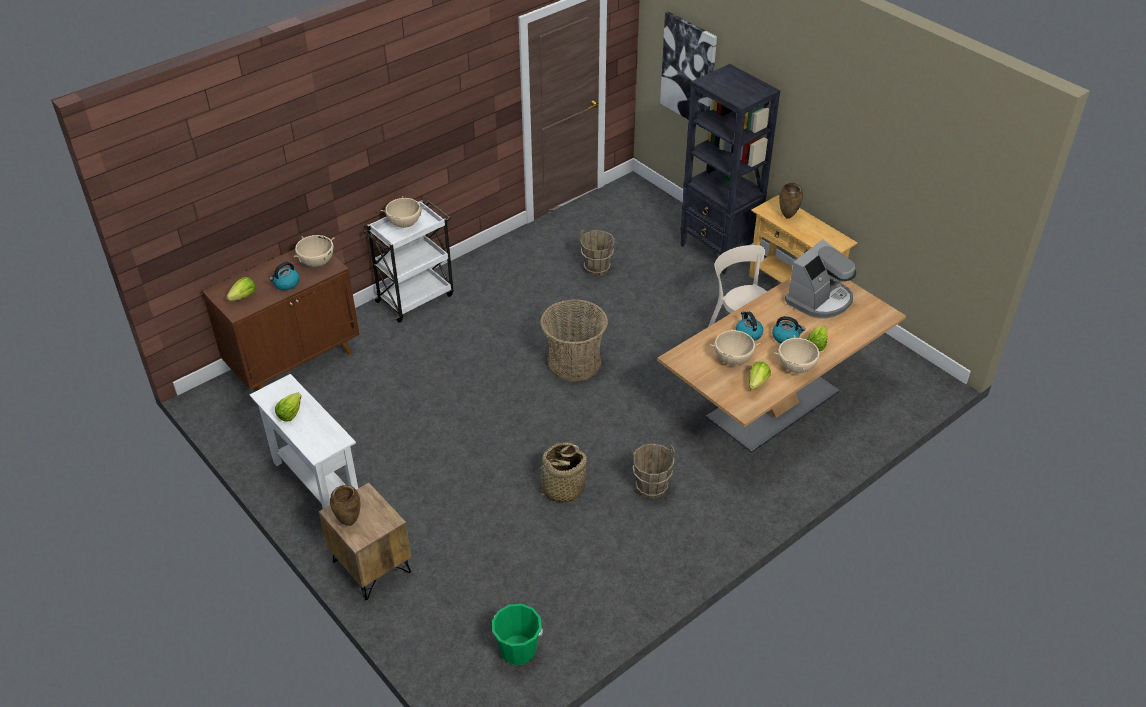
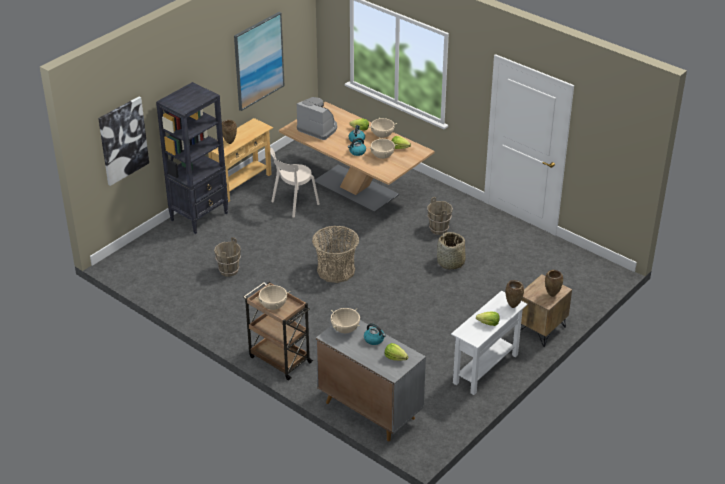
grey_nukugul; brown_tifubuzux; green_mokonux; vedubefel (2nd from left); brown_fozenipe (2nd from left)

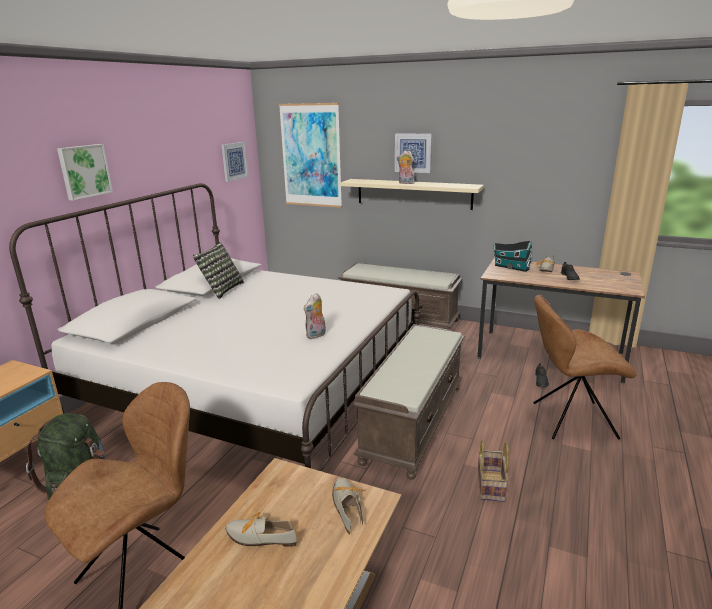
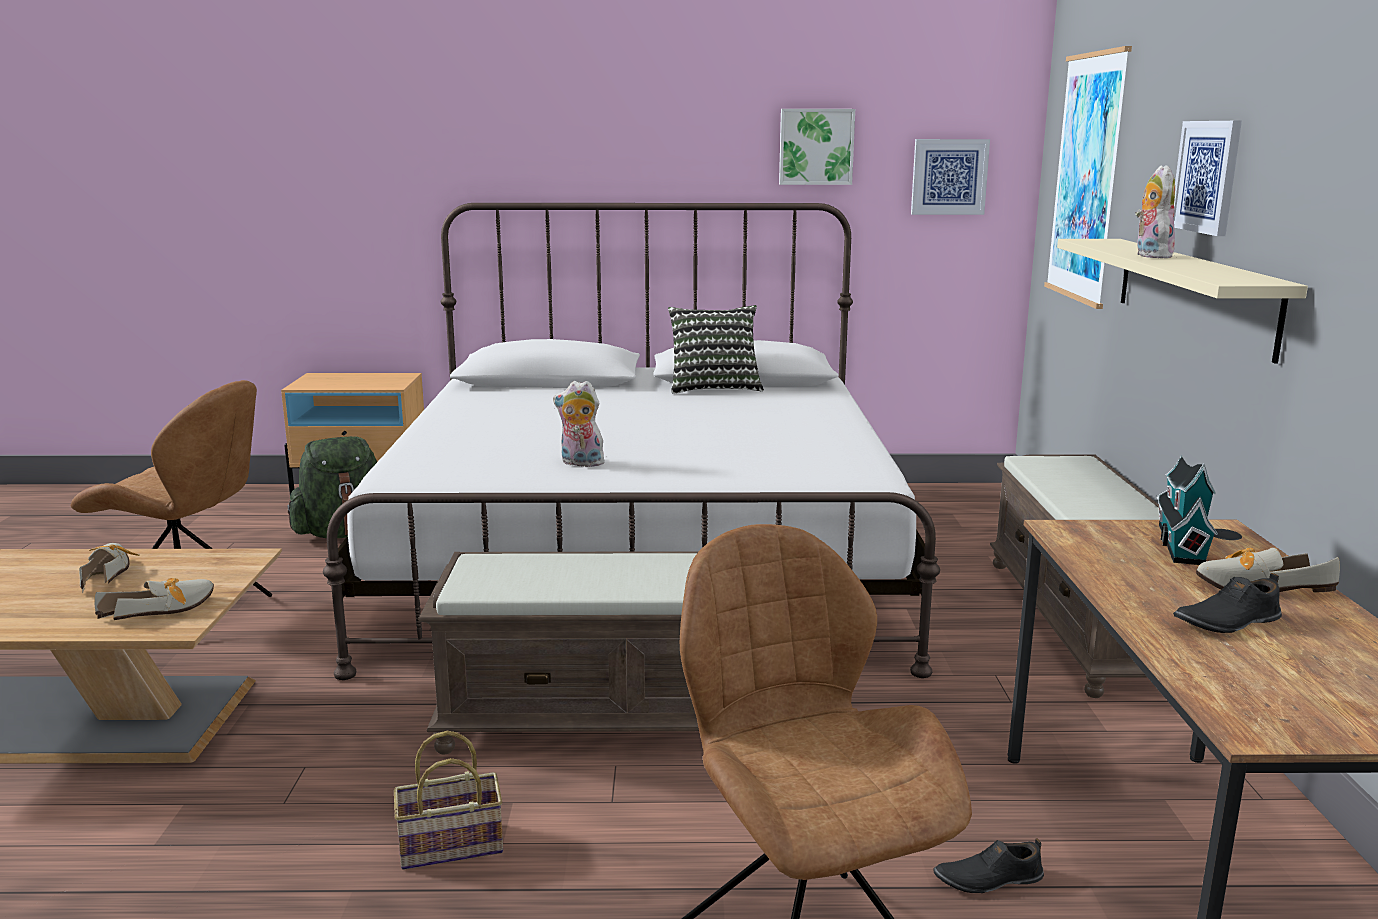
vedubefel (1st from left)

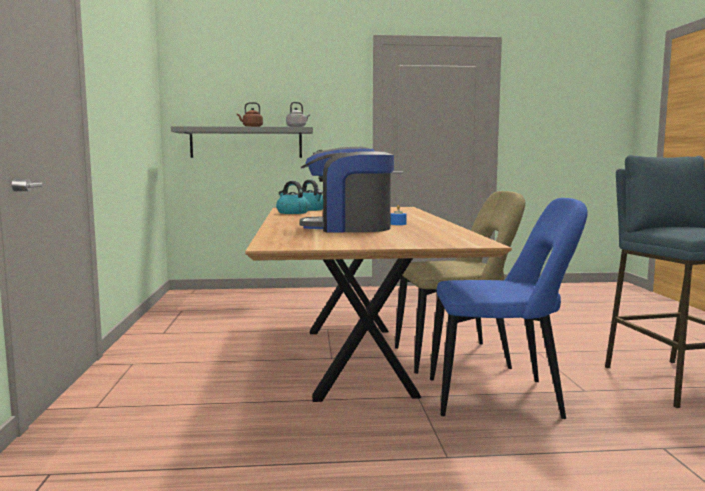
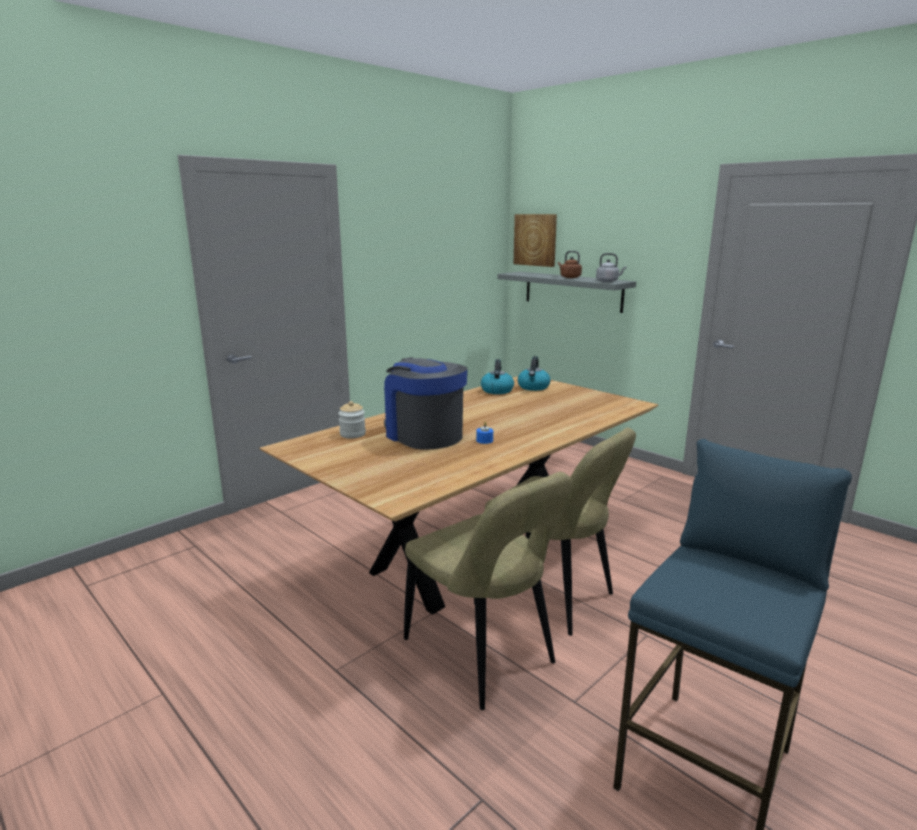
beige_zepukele (1st from left); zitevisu; vedubefel

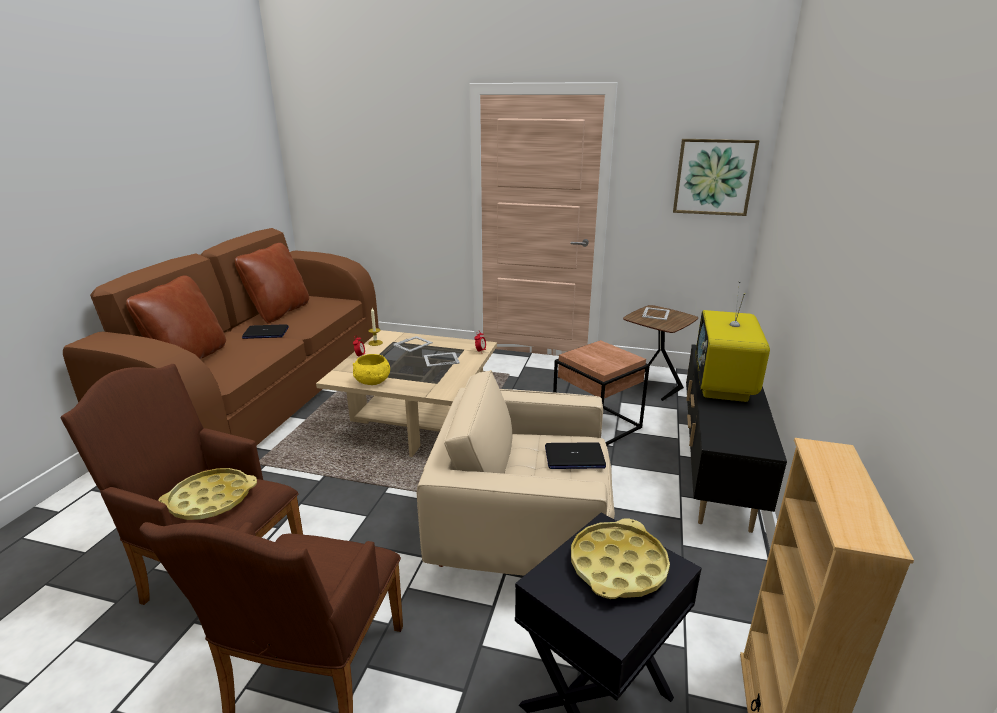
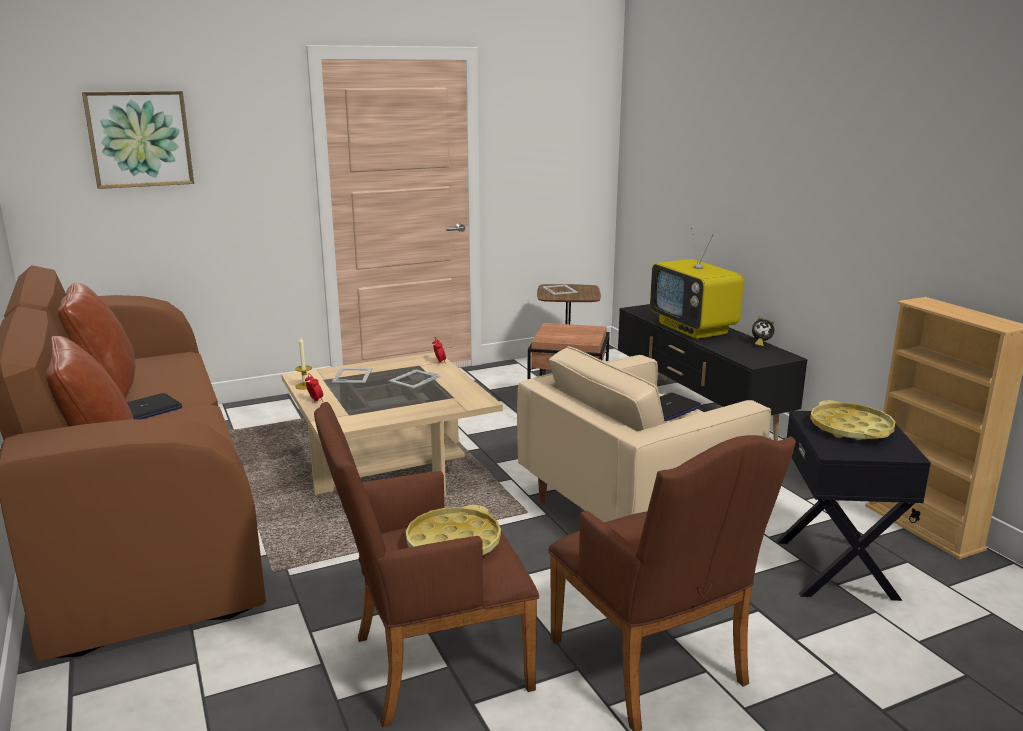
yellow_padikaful; vedubefel; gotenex (3rd from left)

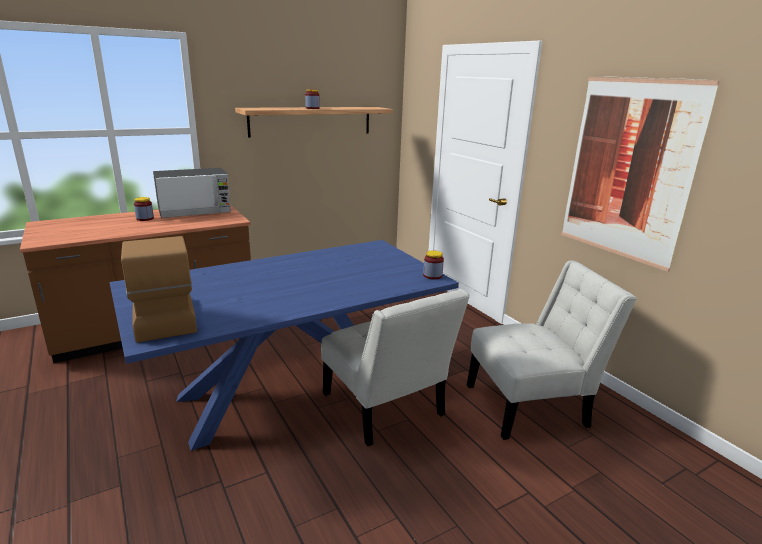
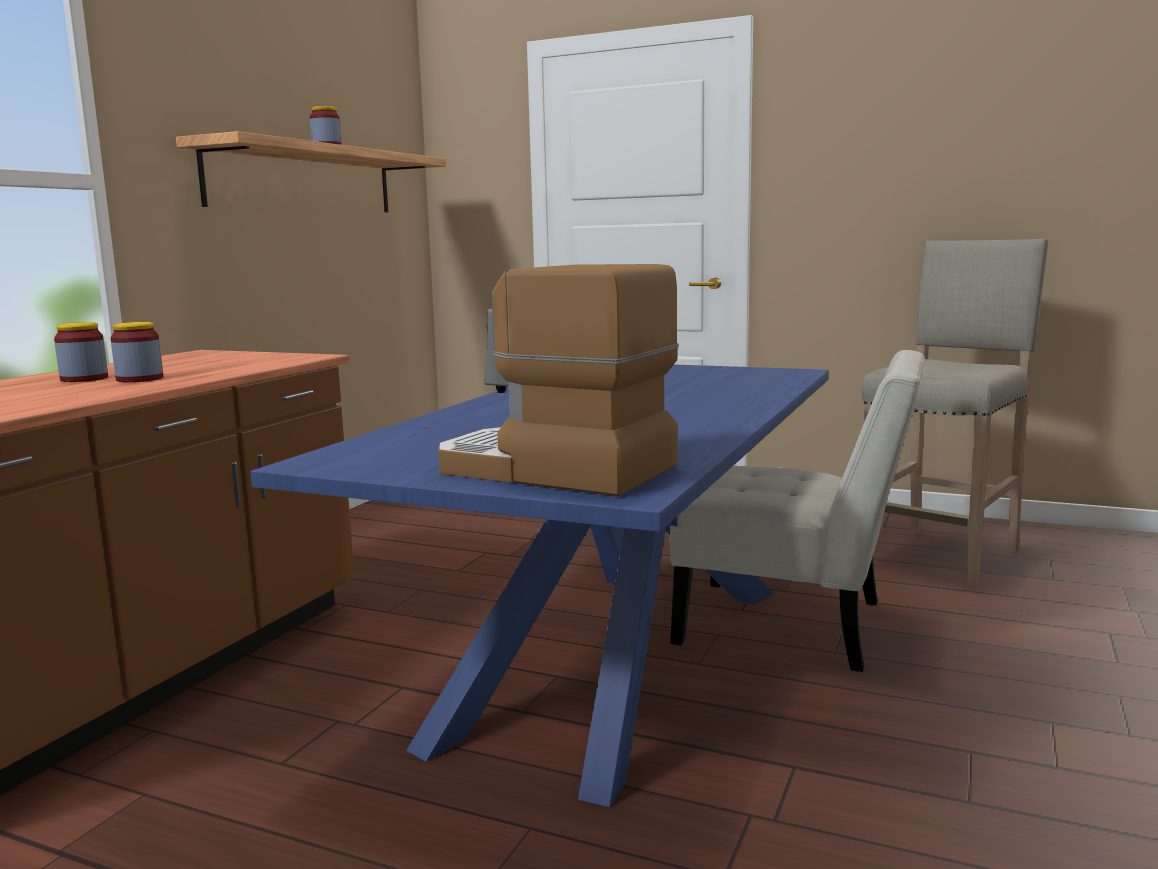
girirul; zitevisu (2nd from left); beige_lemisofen; vedubefel

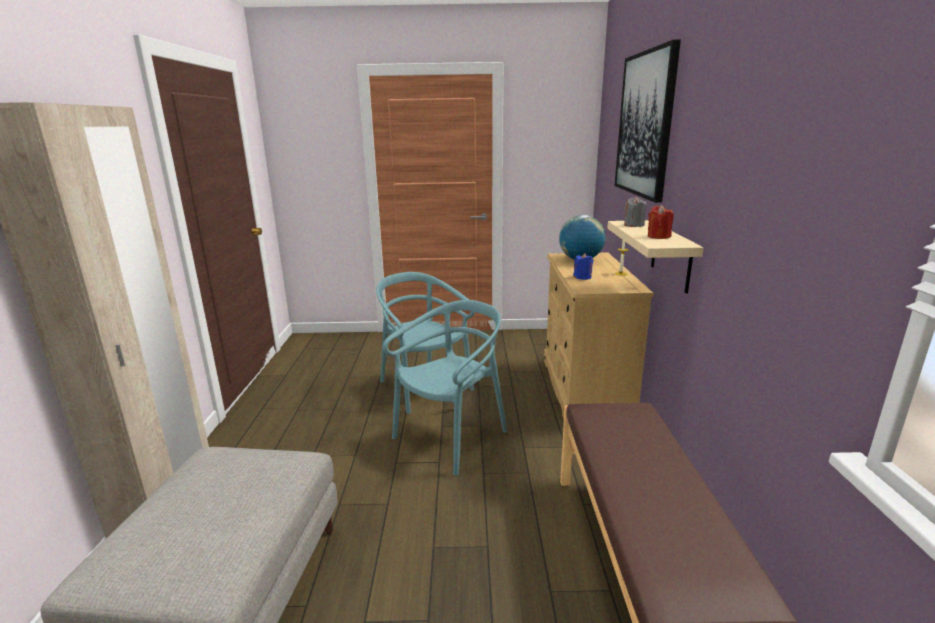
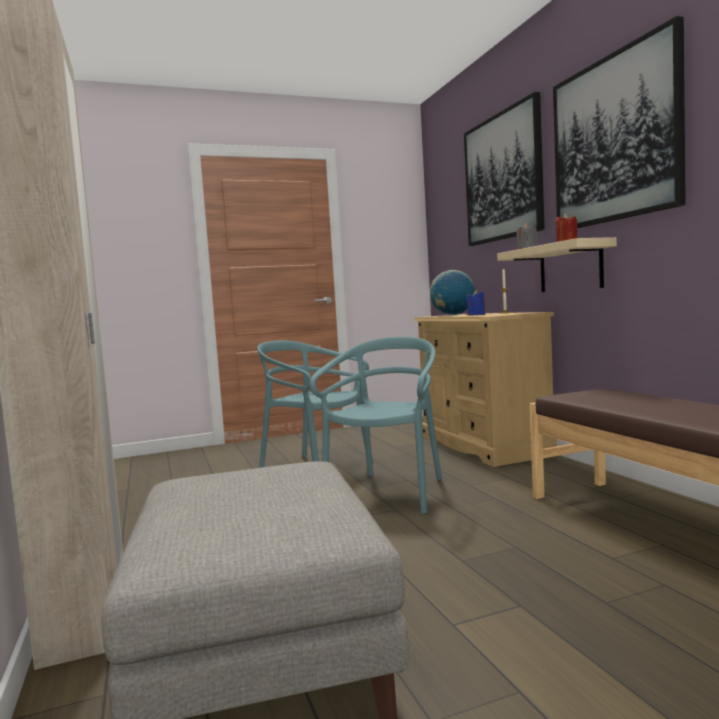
vedubefel (2nd from left)

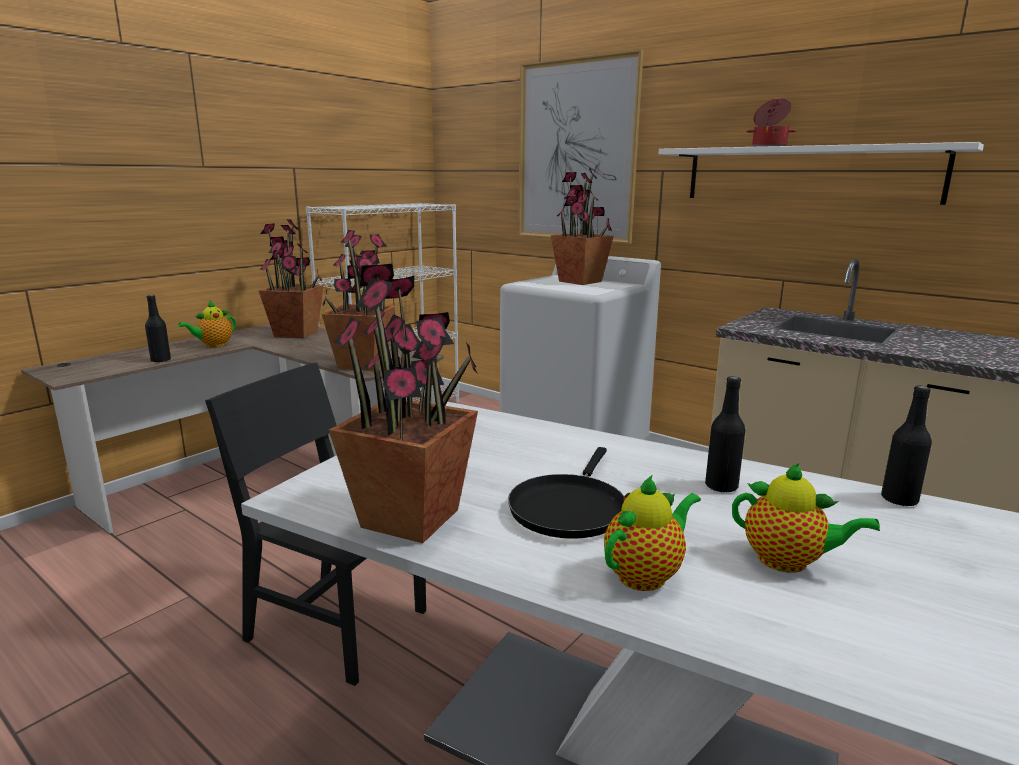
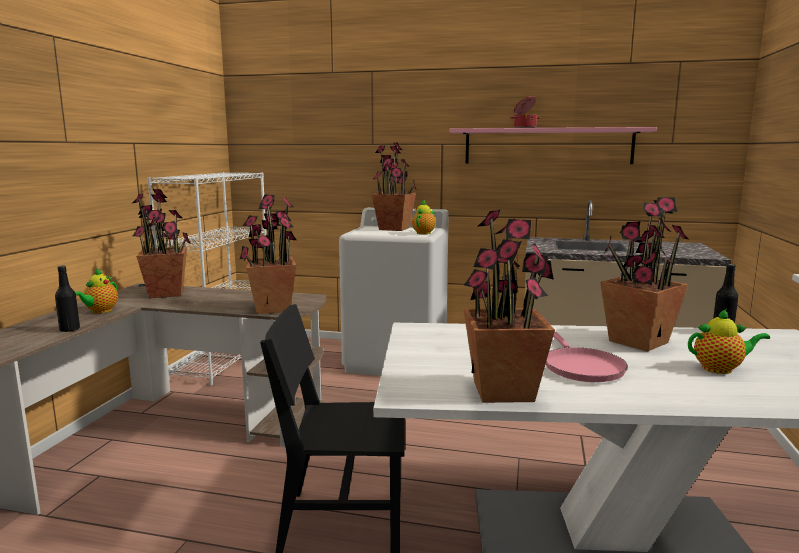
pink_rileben; vedubefel; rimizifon (2nd from left); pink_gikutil; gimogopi (5th from left)

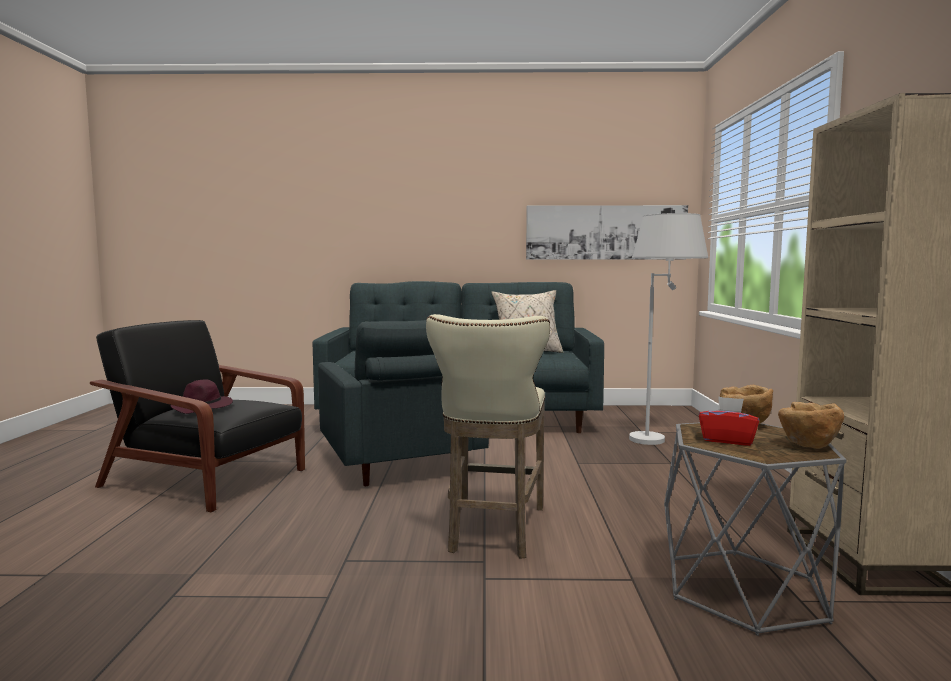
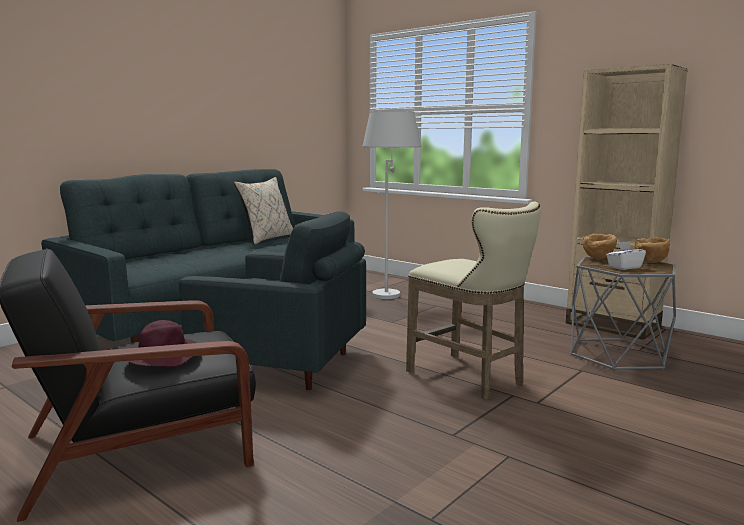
vedubefel; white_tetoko

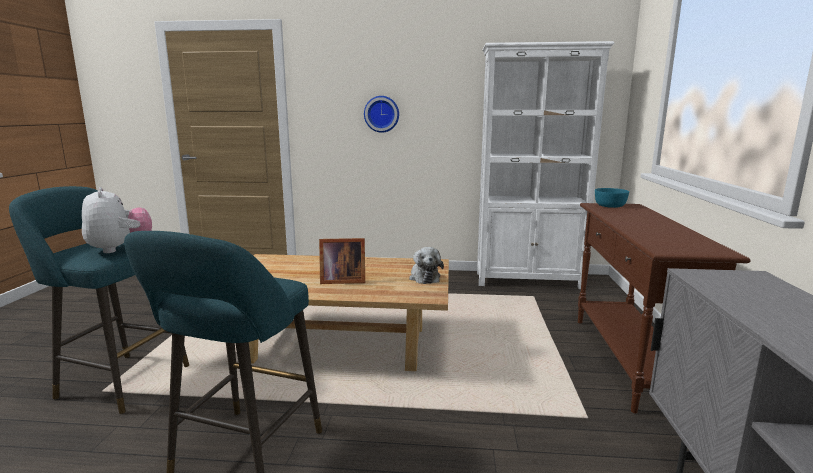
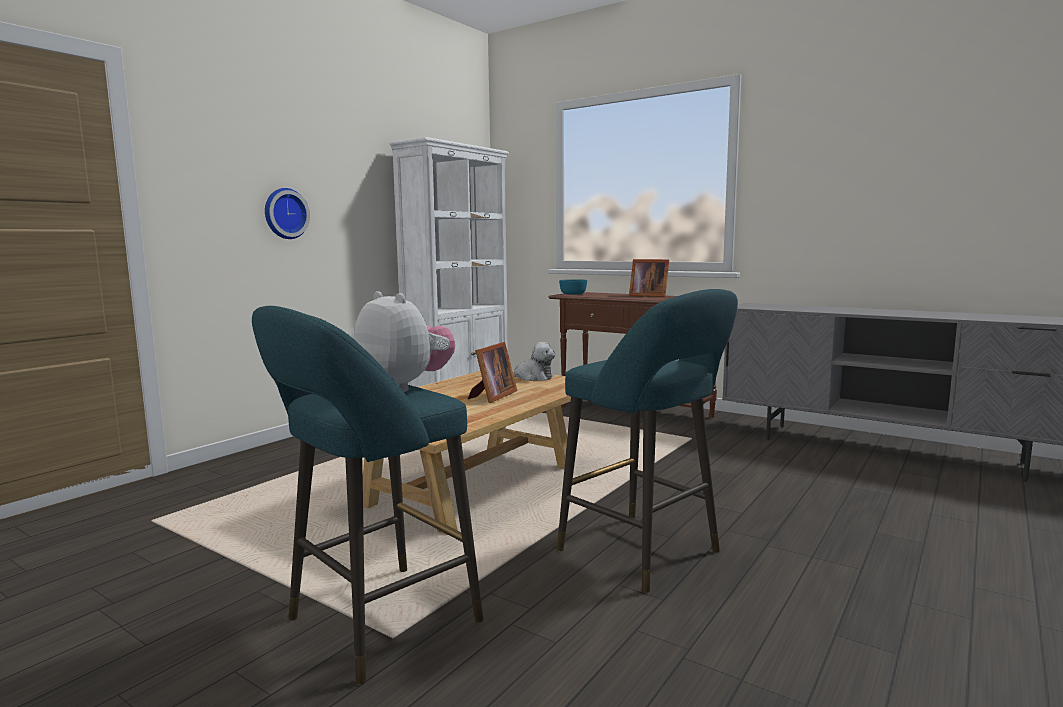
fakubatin (1st from left); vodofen (2nd from left)

